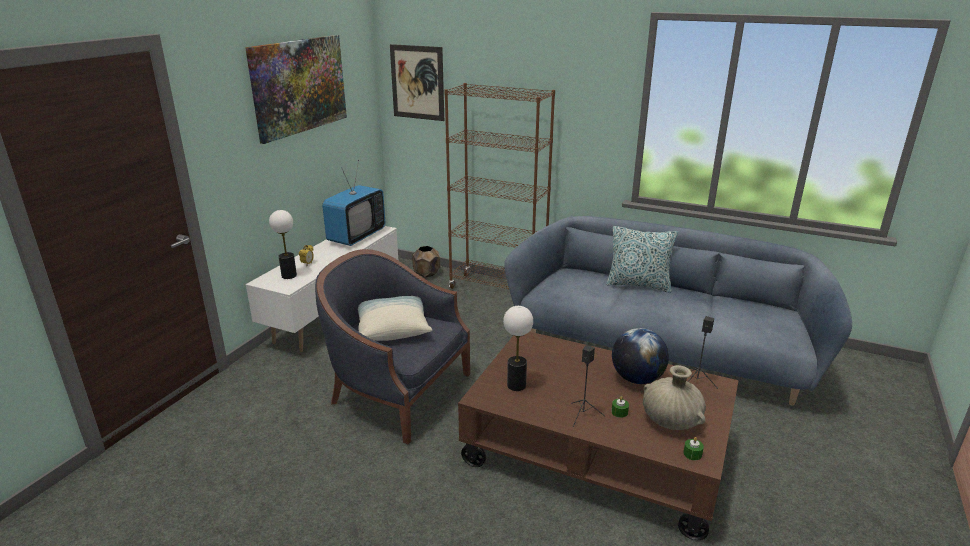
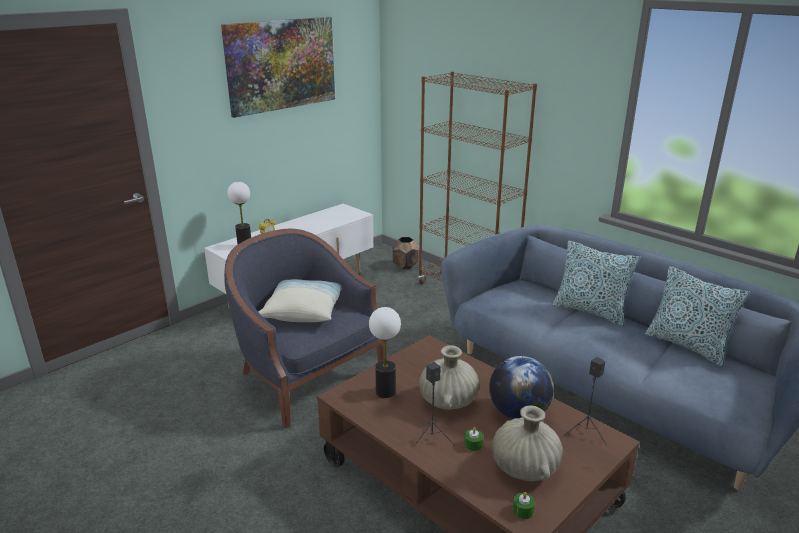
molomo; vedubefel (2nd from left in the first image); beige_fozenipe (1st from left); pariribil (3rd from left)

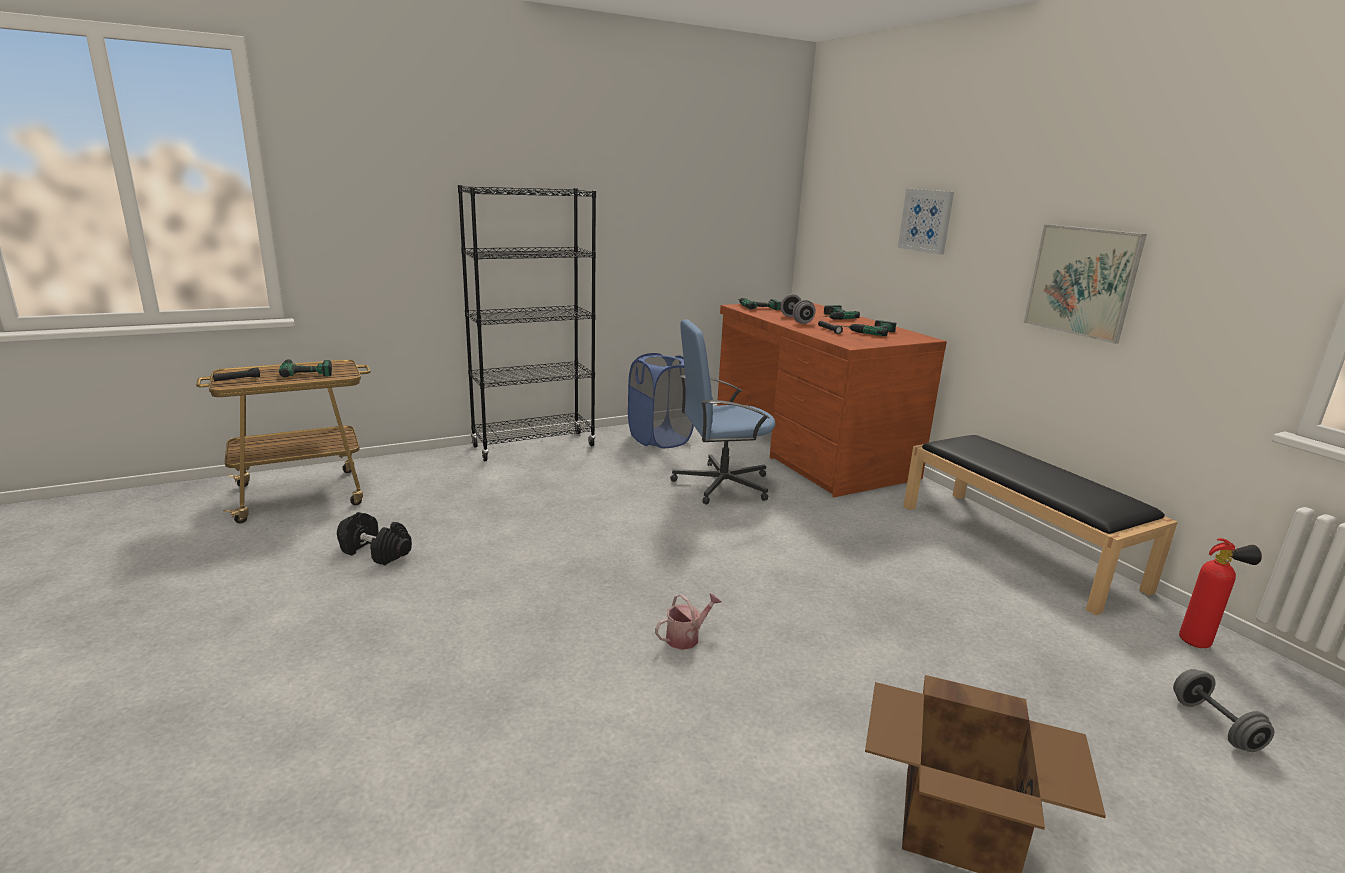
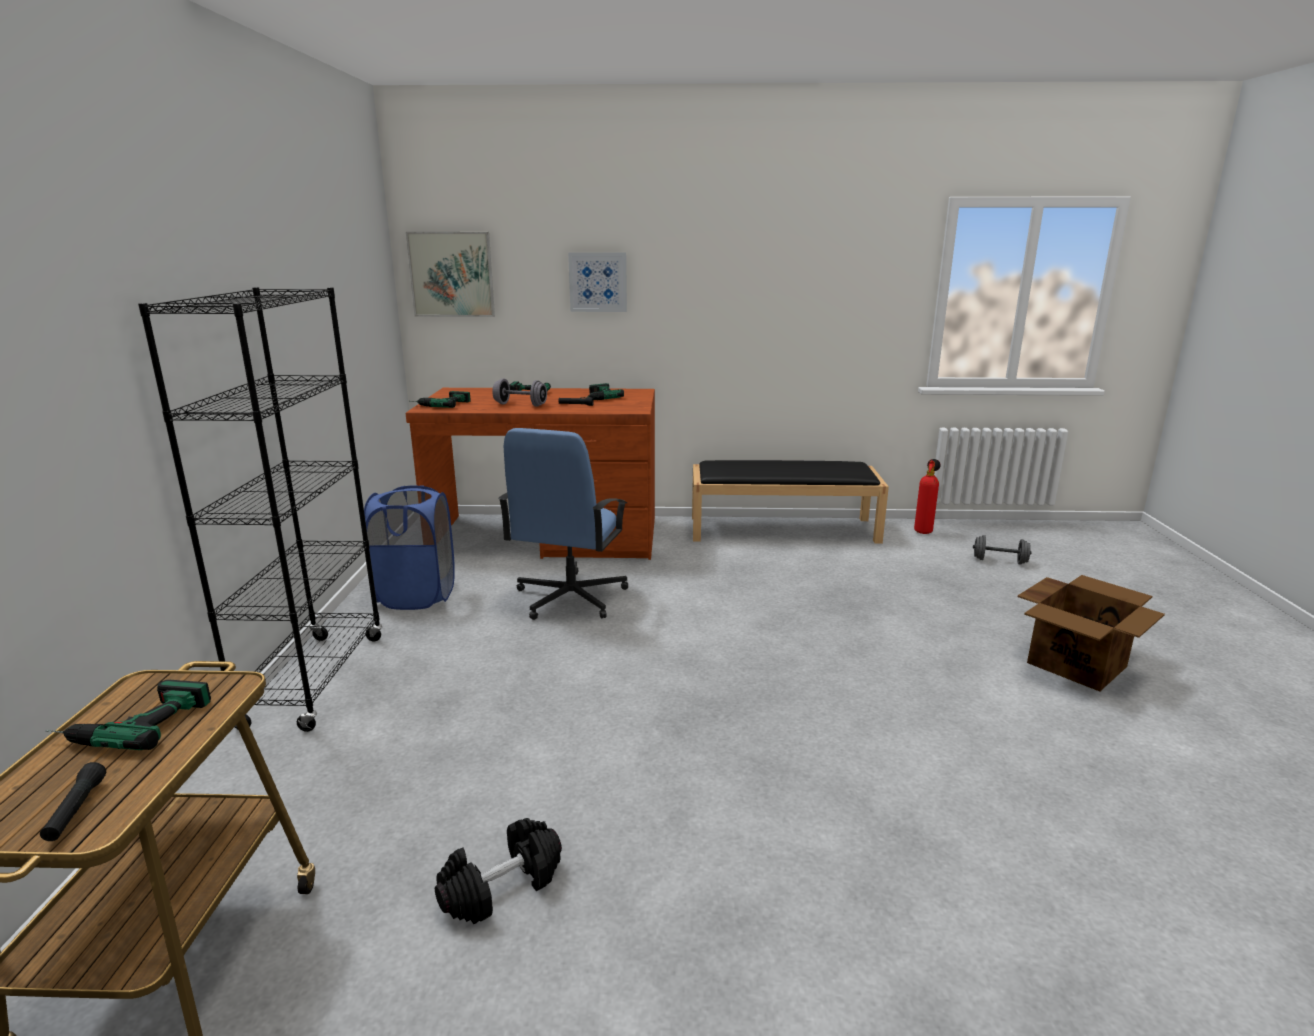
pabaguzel; vedubefel (1st from left)

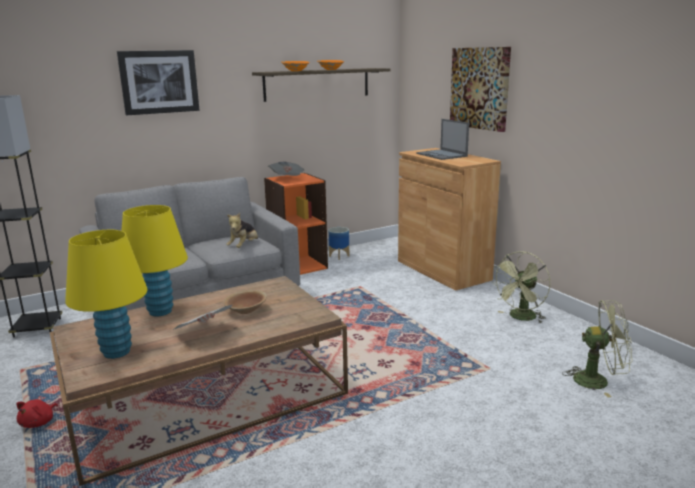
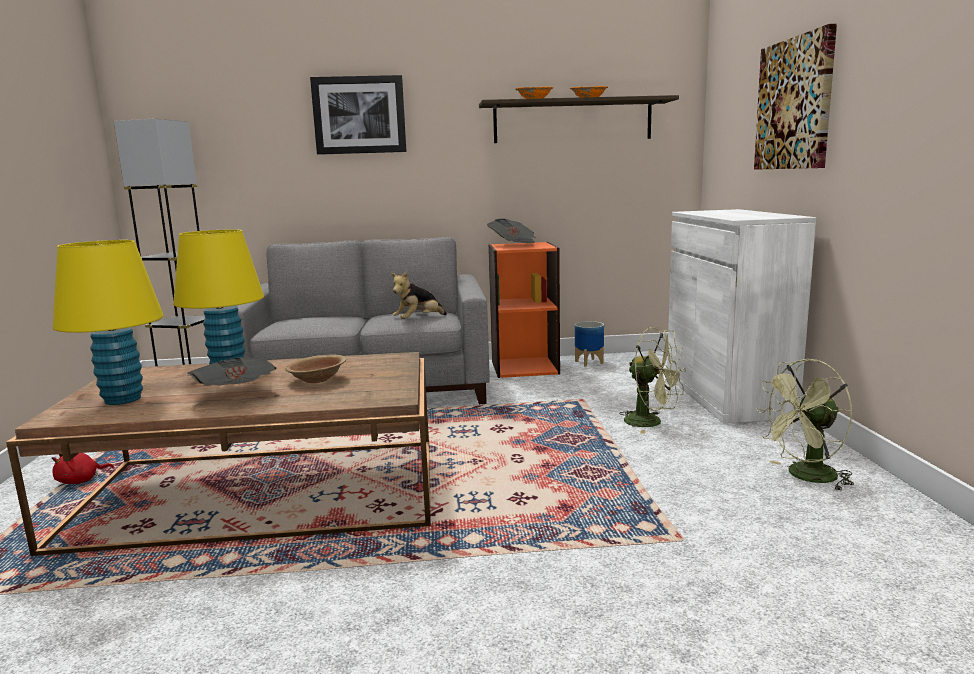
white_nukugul; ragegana; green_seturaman (1st from left)

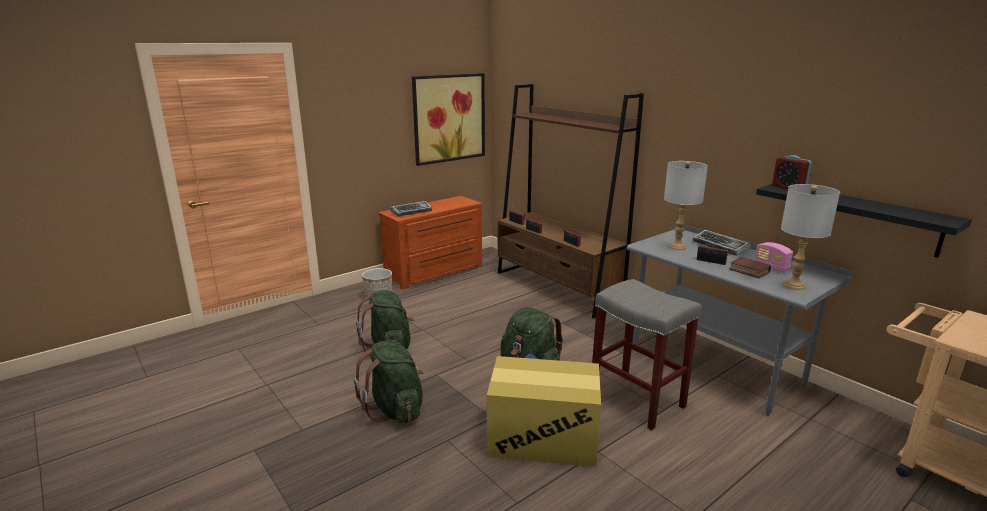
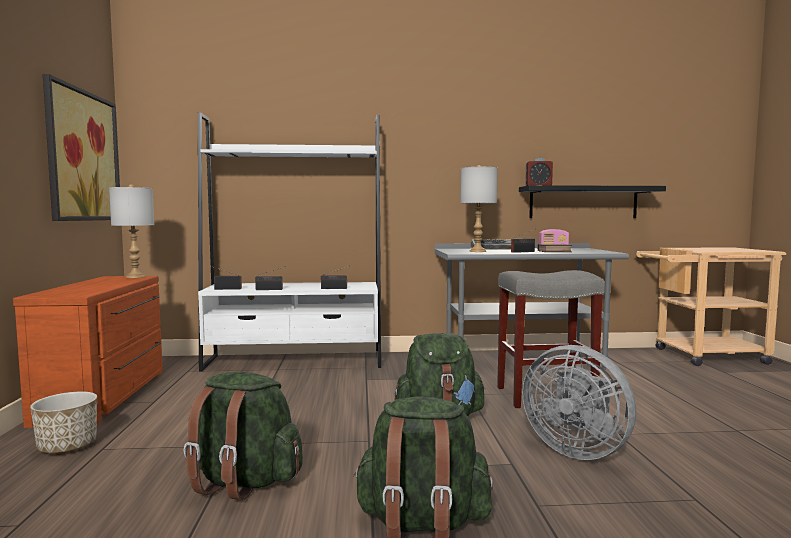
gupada (1st from left in the first image); grey_seturaman; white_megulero; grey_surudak (1st from left)

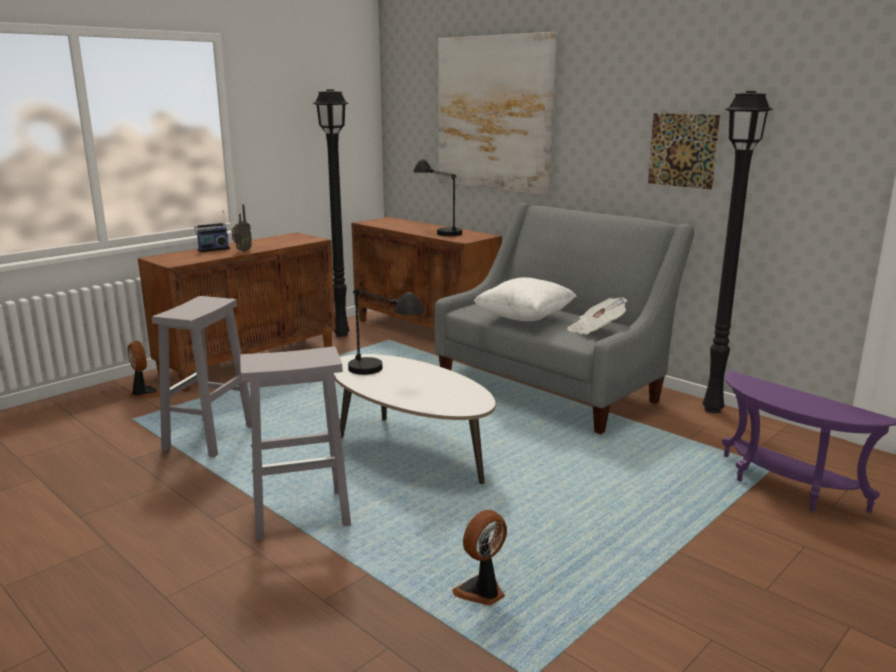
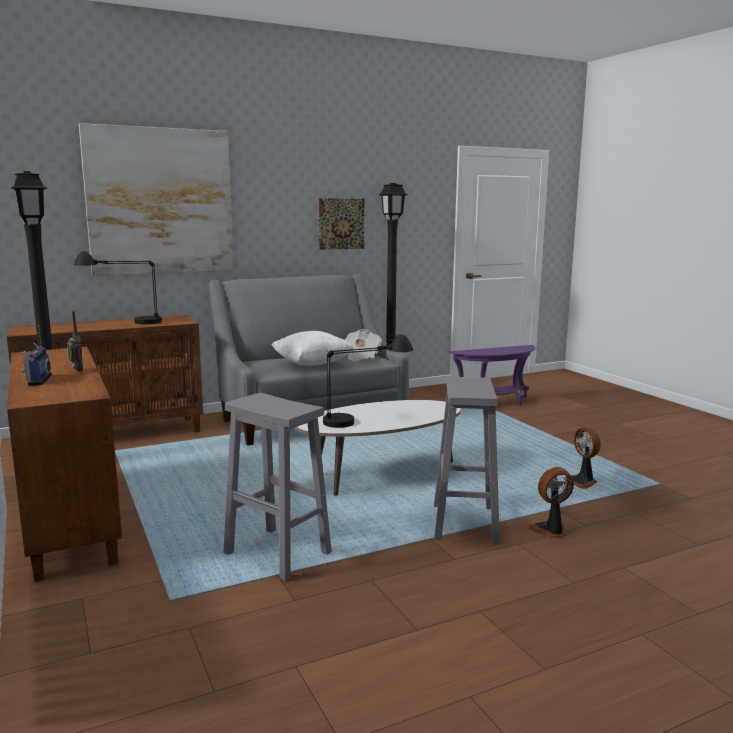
seturaman (1st from left)

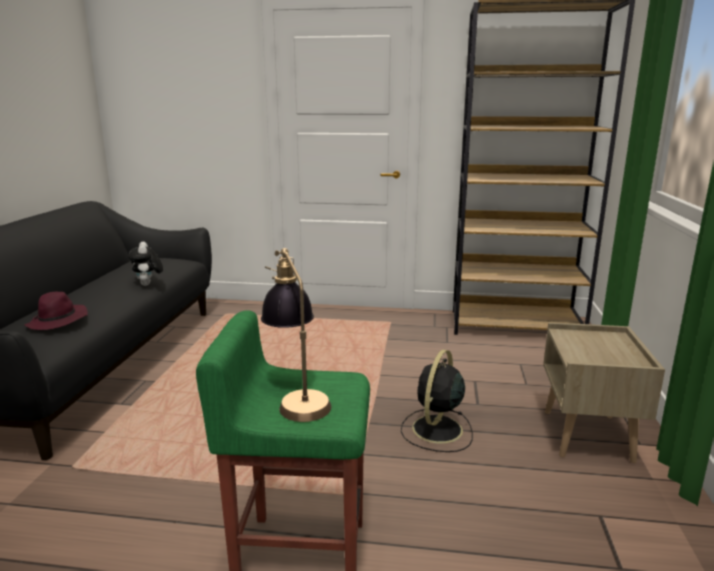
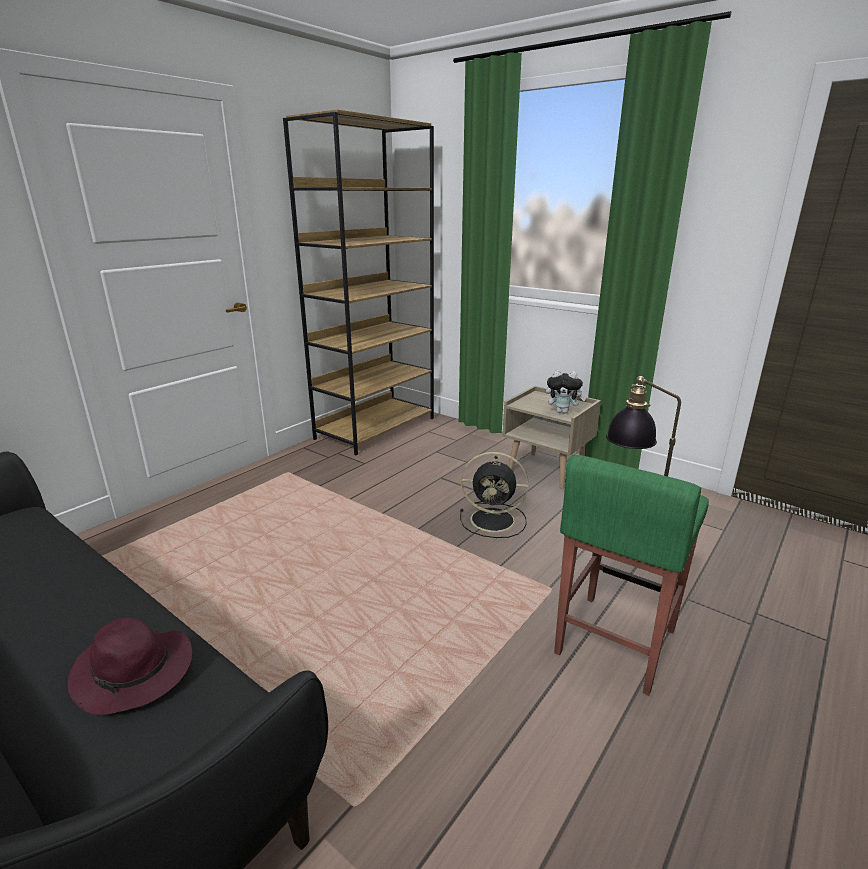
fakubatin; black_seturaman

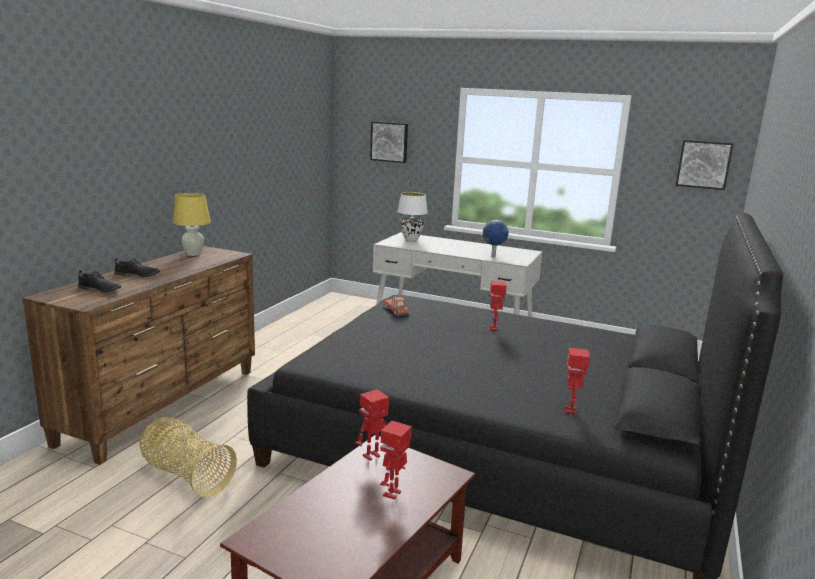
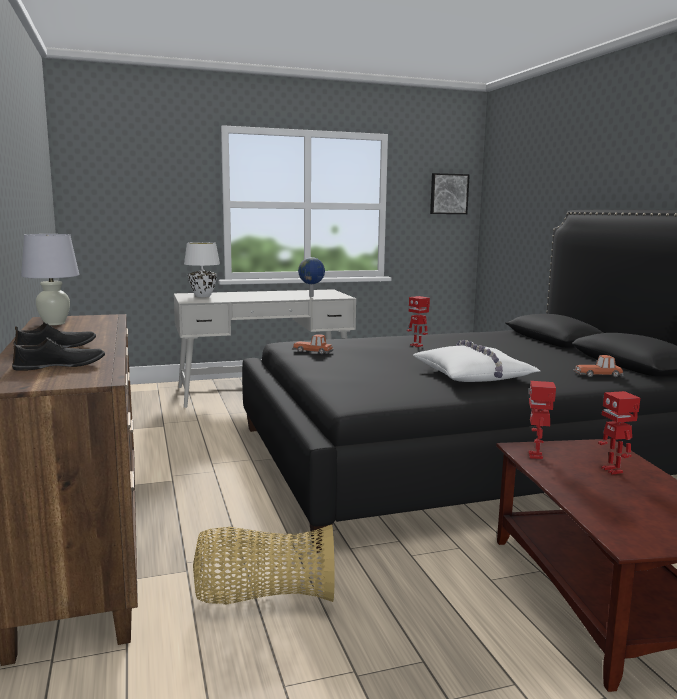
white_surudak (1st from left); vedubefel (1st from left in the first image); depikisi (2nd from left); white_pariribil

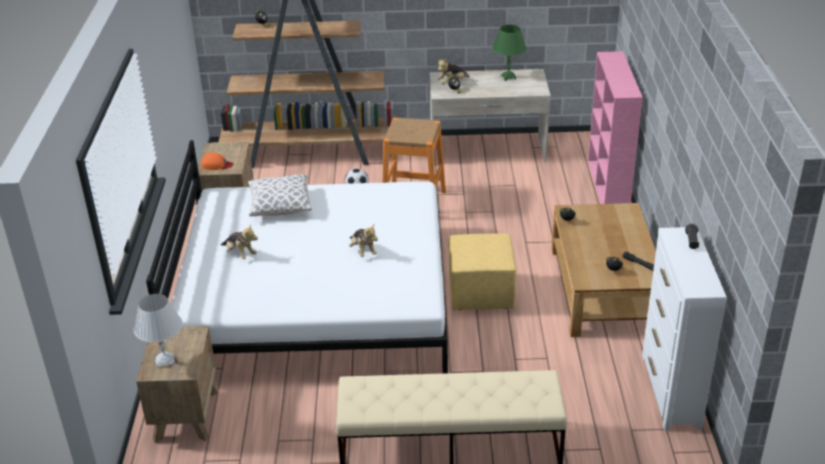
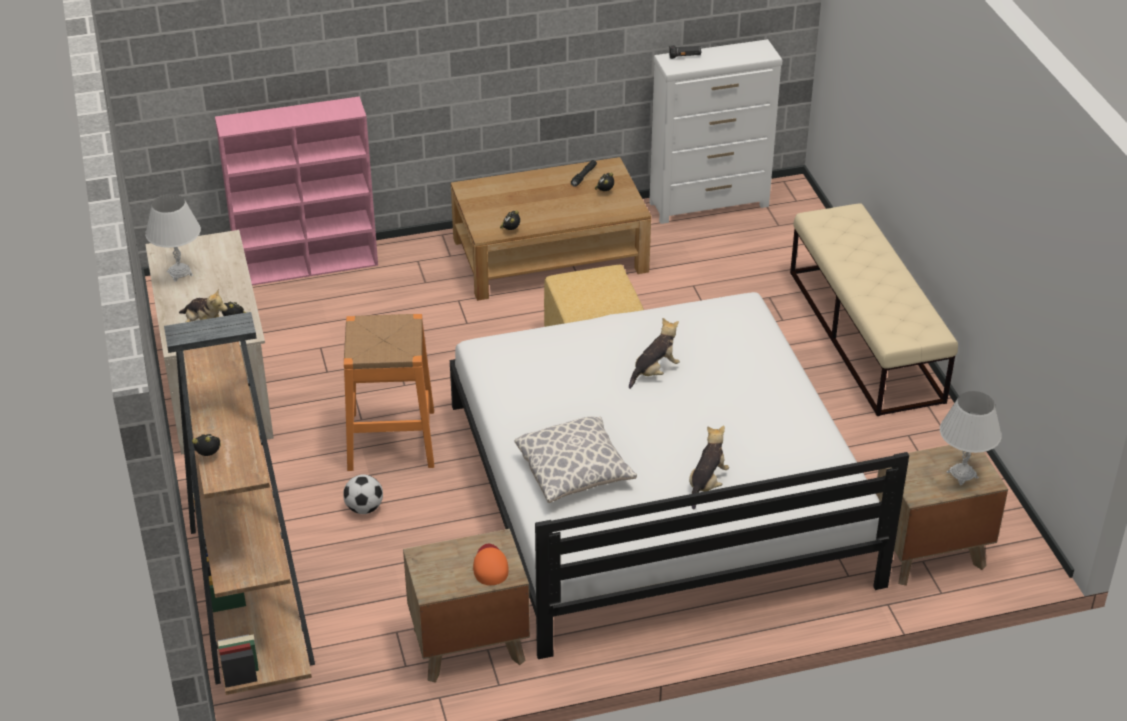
white_surudak (1st from left)

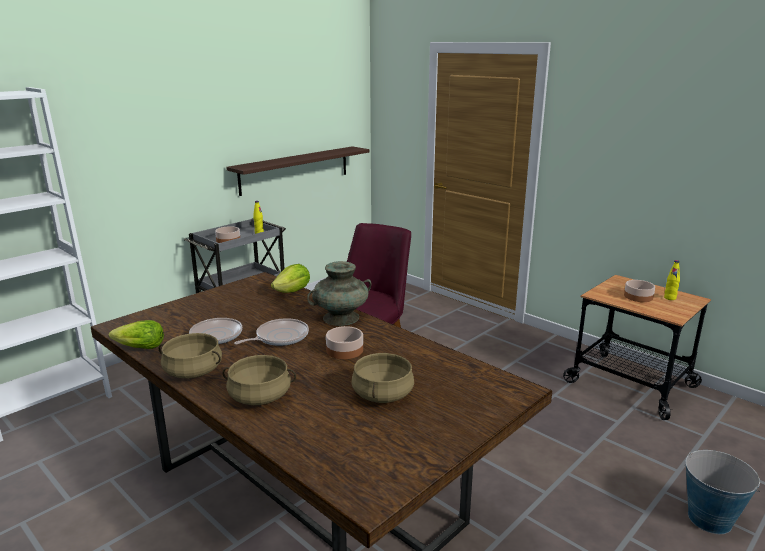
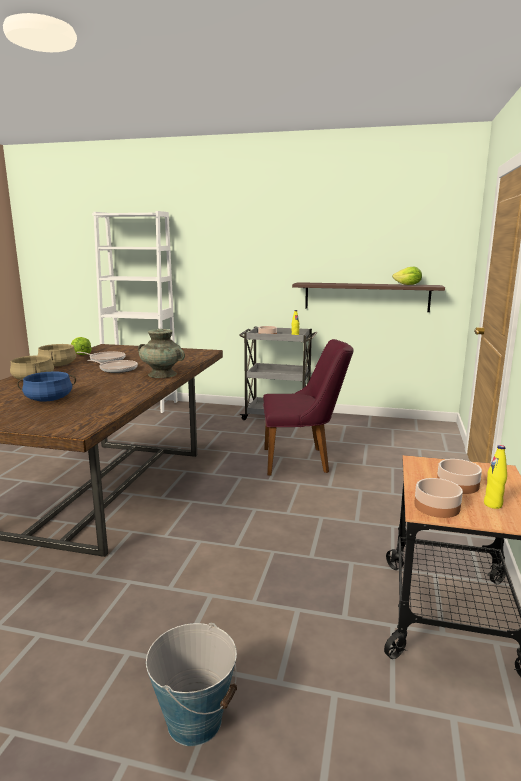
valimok (2nd from left); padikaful (2nd from left); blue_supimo

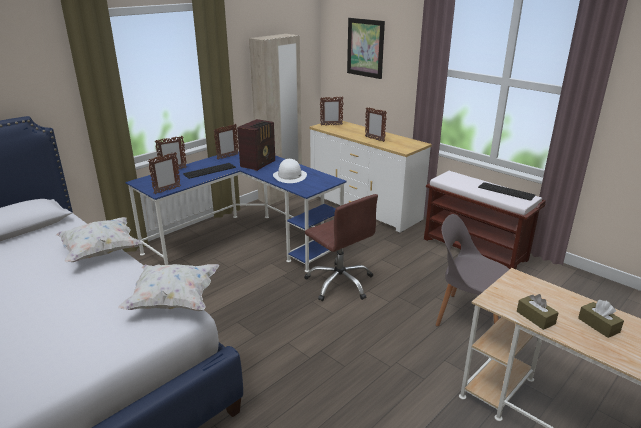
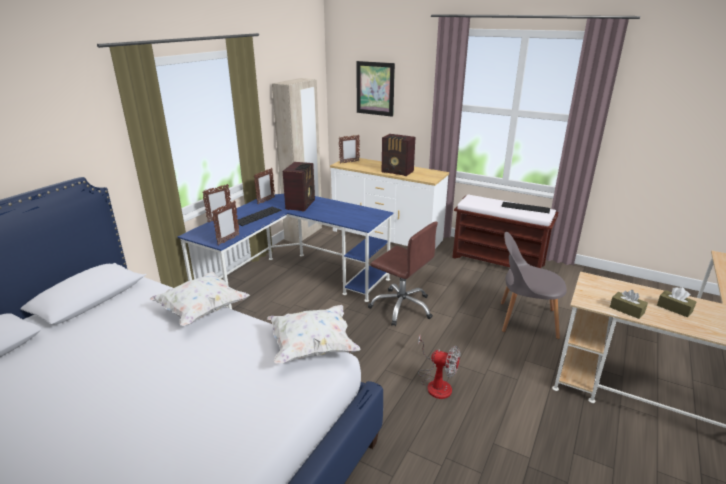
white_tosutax; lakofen (2nd from left); seturaman

